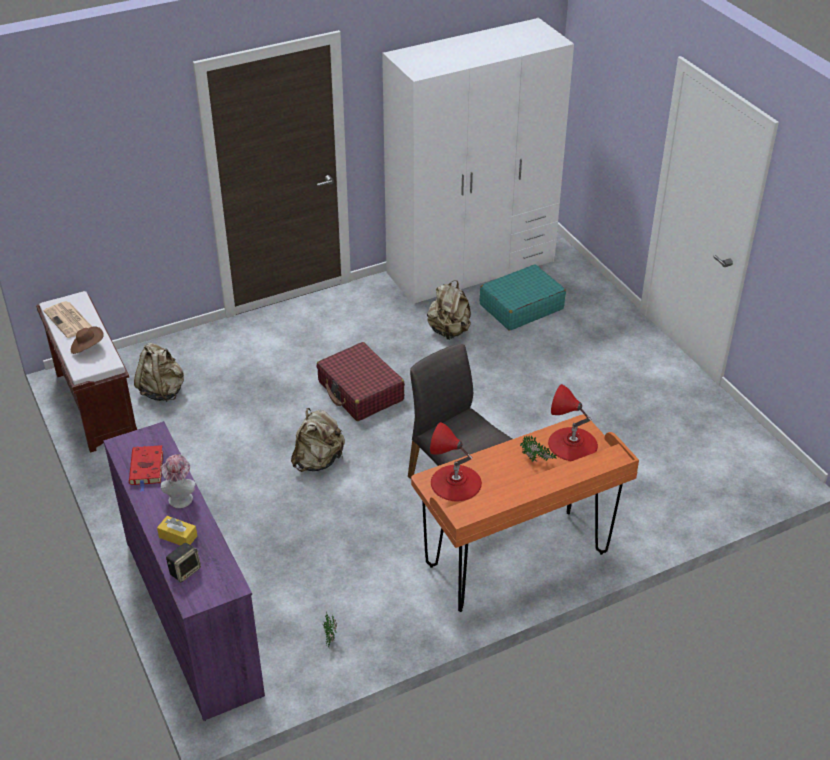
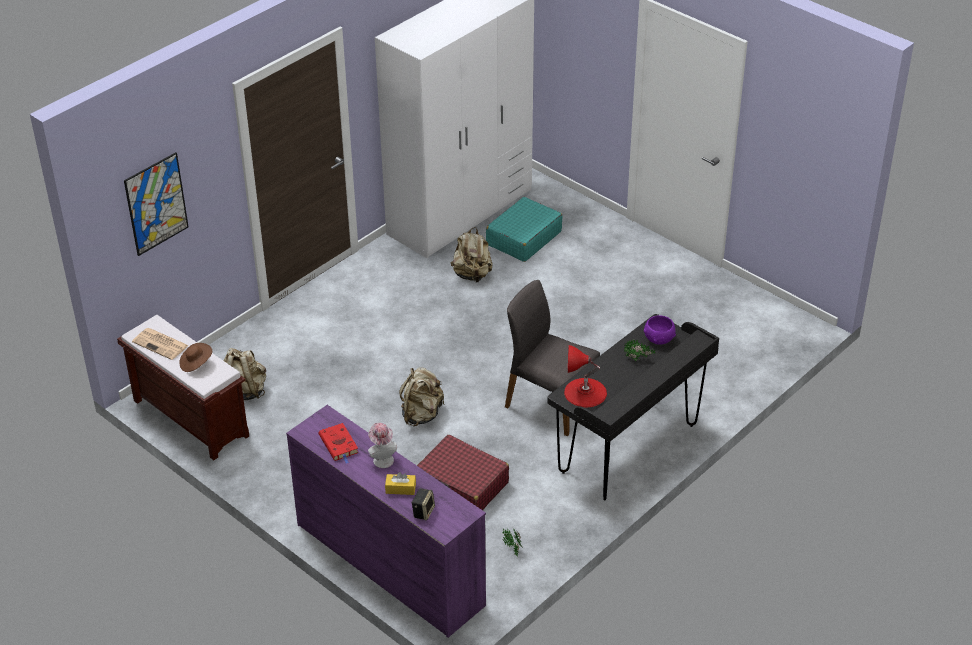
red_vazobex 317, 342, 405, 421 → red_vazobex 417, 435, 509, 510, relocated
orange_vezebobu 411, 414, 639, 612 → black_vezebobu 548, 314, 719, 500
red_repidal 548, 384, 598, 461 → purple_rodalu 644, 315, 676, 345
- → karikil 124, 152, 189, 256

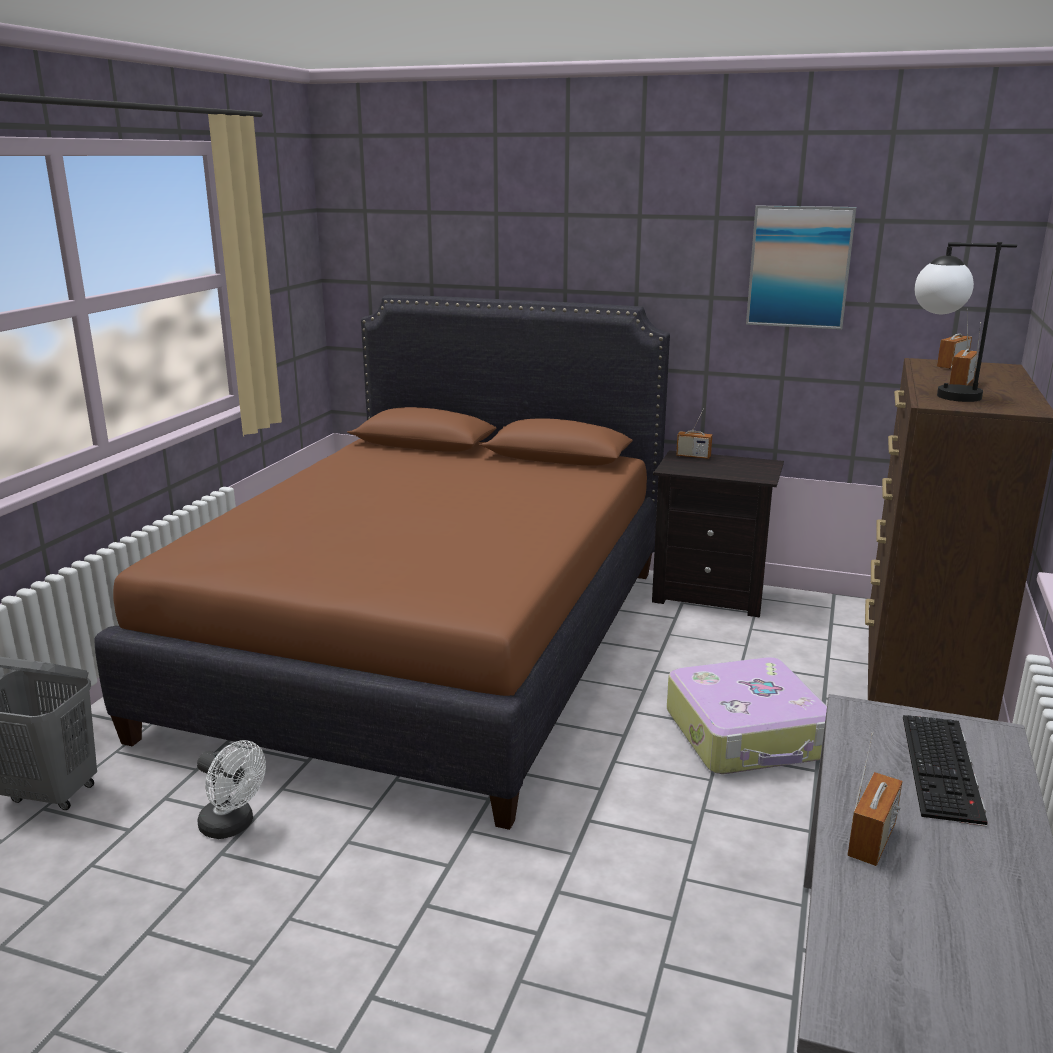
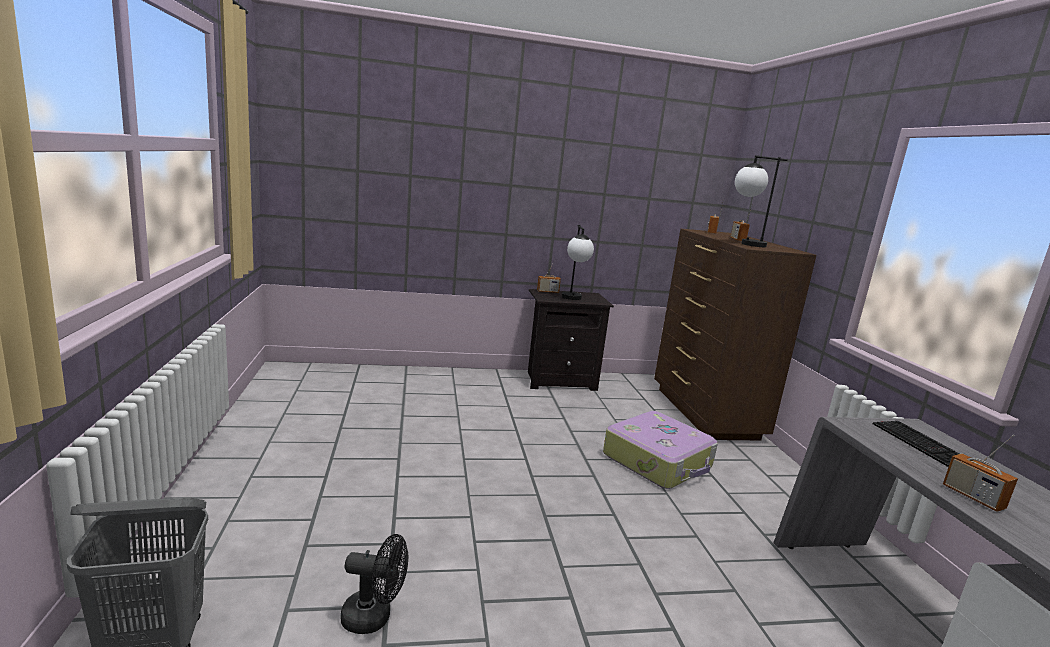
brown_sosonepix 94, 295, 670, 830 → -
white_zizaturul 197, 740, 266, 839 → black_zizaturul 341, 534, 408, 634
karikil 746, 205, 856, 329 → -
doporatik 847, 732, 902, 866 → doporatik 943, 435, 1018, 512, 150 degrees clockwise
- → repidal 562, 225, 594, 300

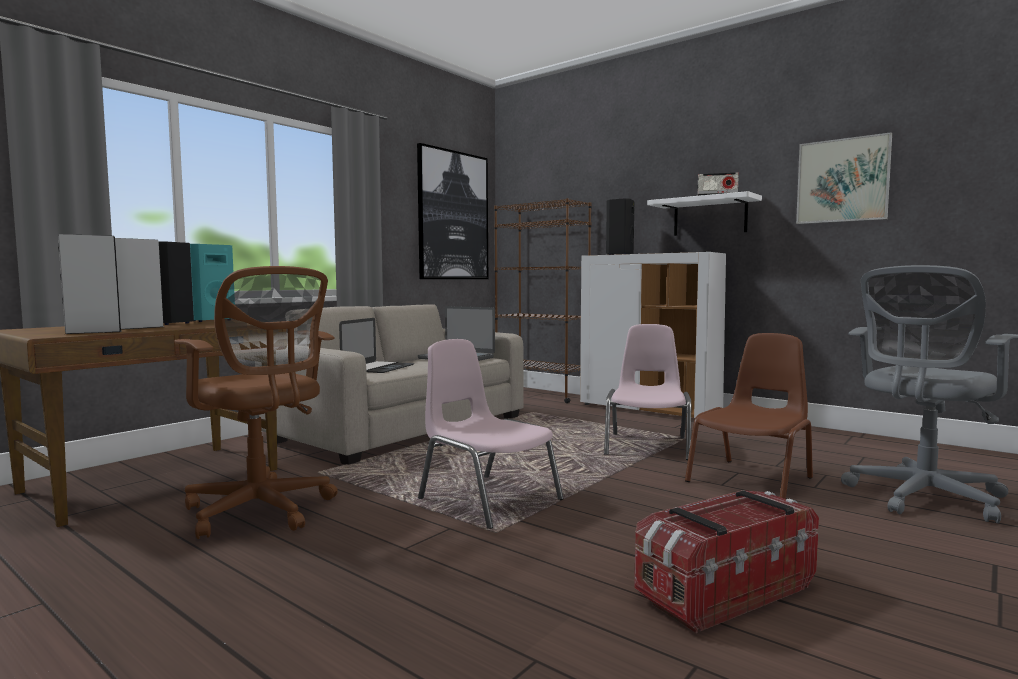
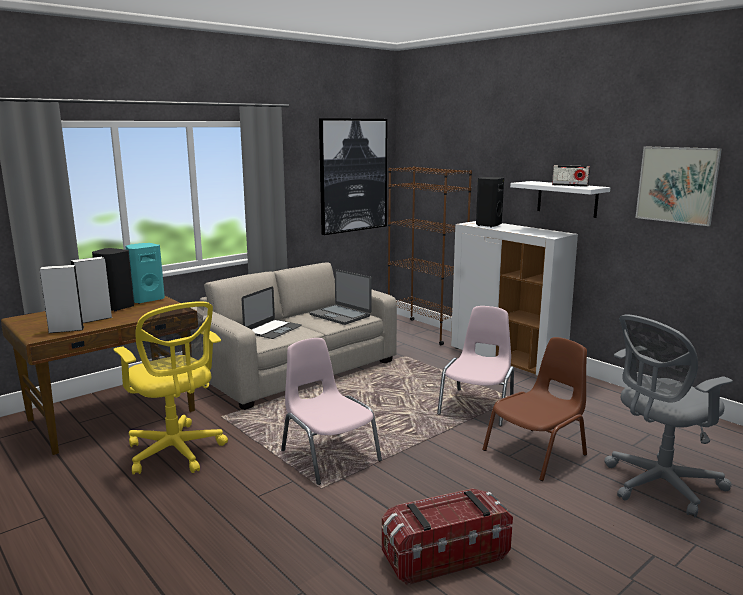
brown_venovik 174, 266, 338, 539 → yellow_venovik 114, 301, 228, 475

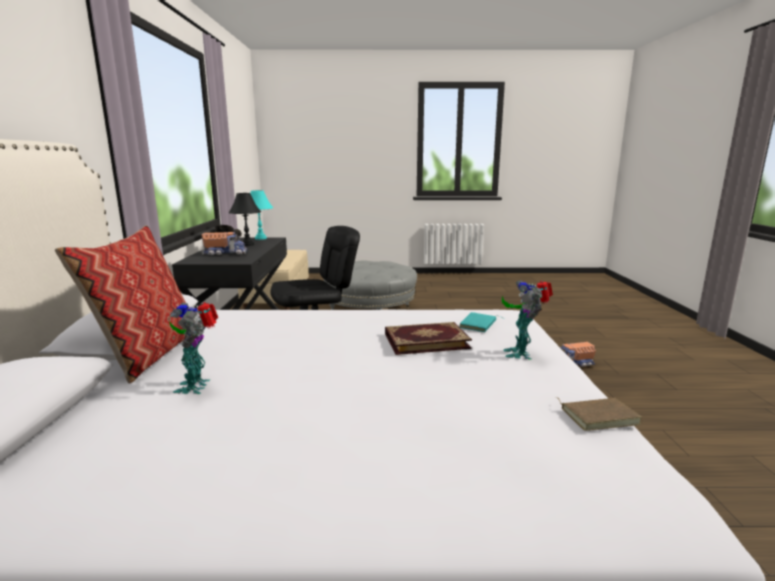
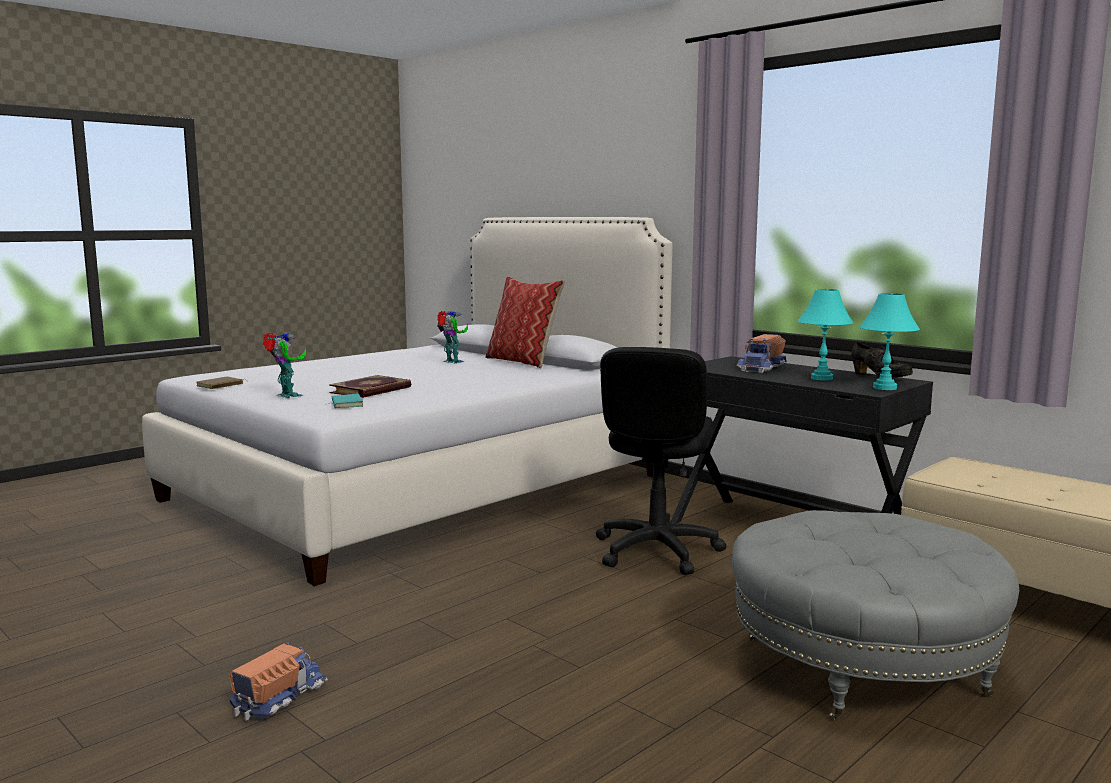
black_repidal 229, 193, 261, 246 → turquoise_repidal 797, 289, 853, 380

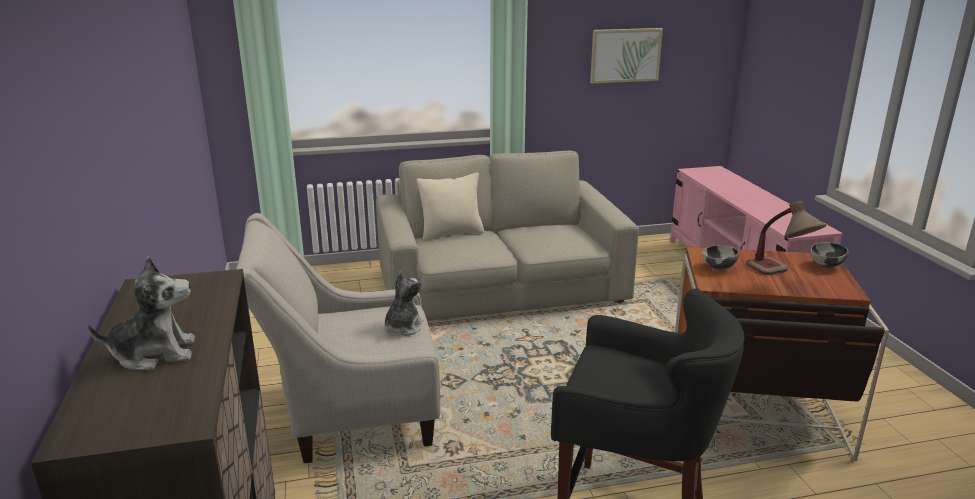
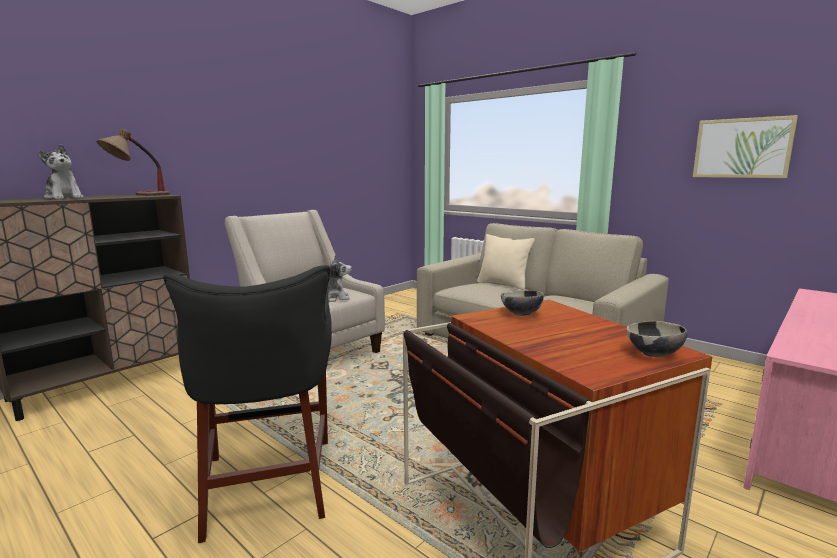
repidal 746, 201, 826, 275 → repidal 97, 129, 170, 196, relocated

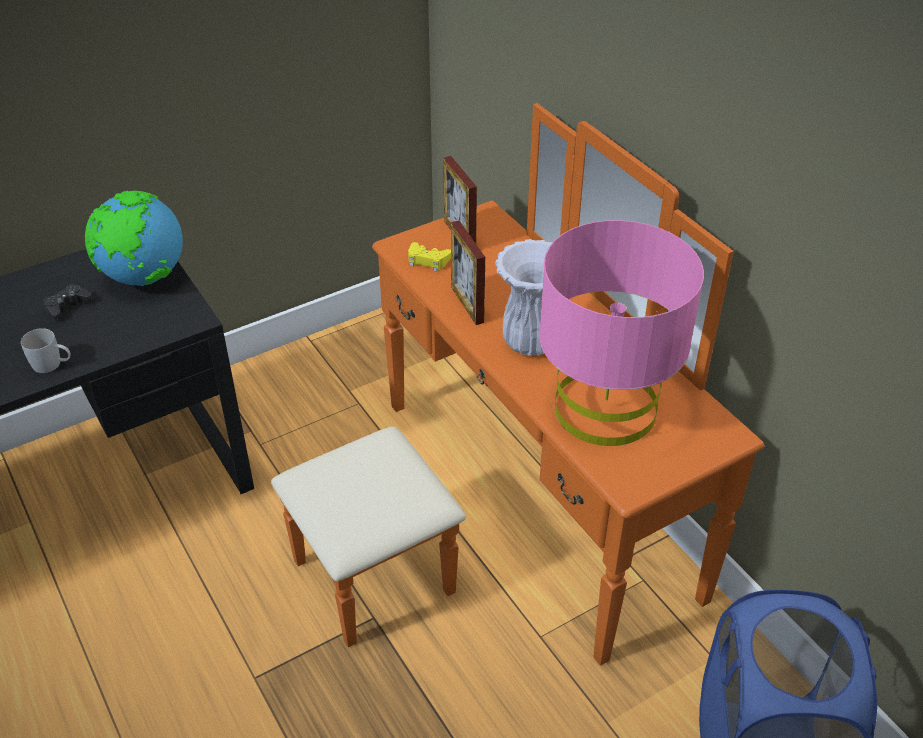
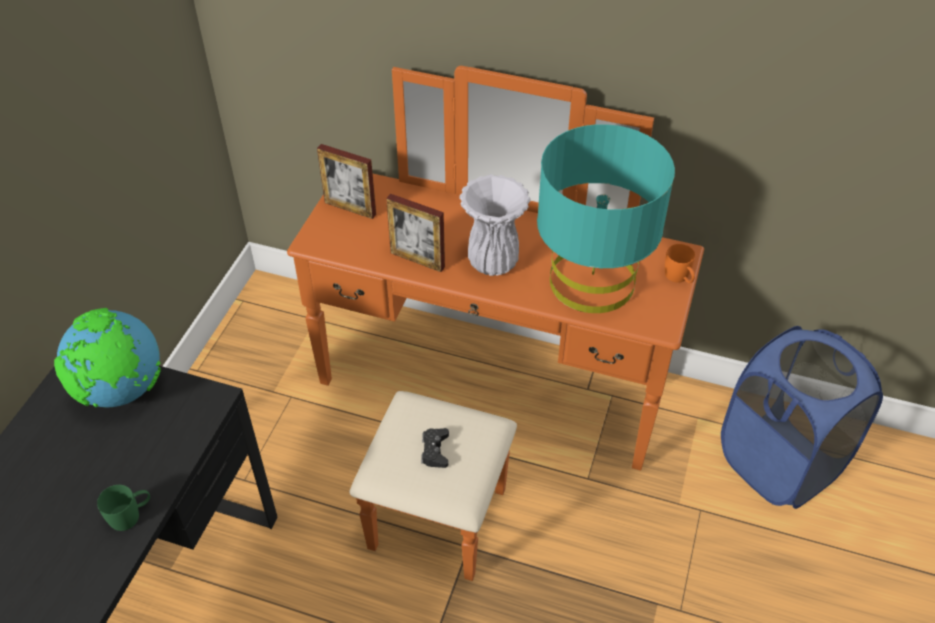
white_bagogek 21, 328, 71, 373 → green_bagogek 97, 485, 150, 531
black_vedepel 43, 284, 93, 321 → black_vedepel 421, 428, 449, 468, relocated
yellow_vedepel 408, 242, 451, 271 → -
pink_repidal 539, 220, 704, 446 → turquoise_repidal 537, 124, 675, 313
- → orange_bagogek 665, 244, 695, 283

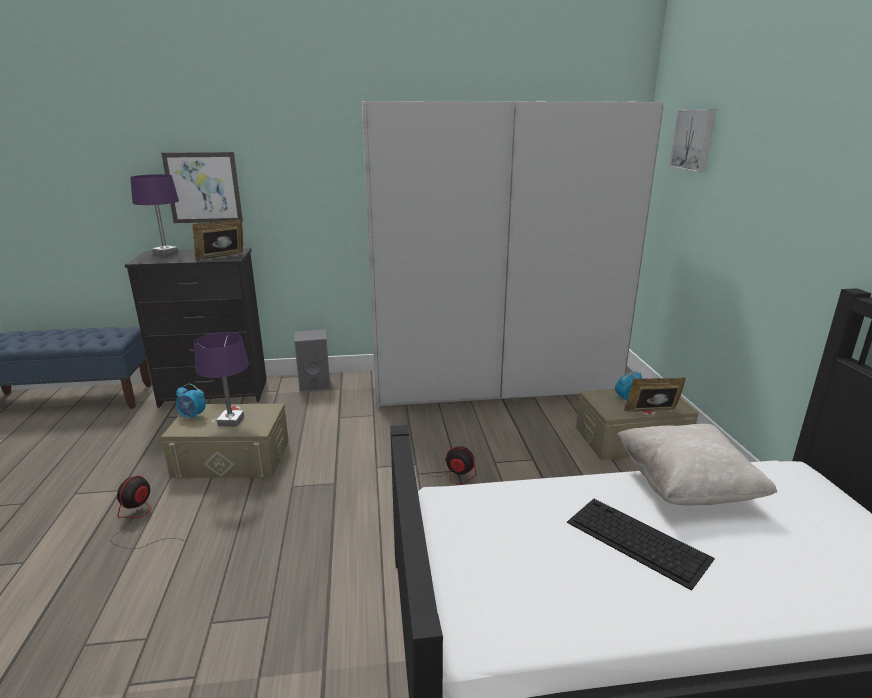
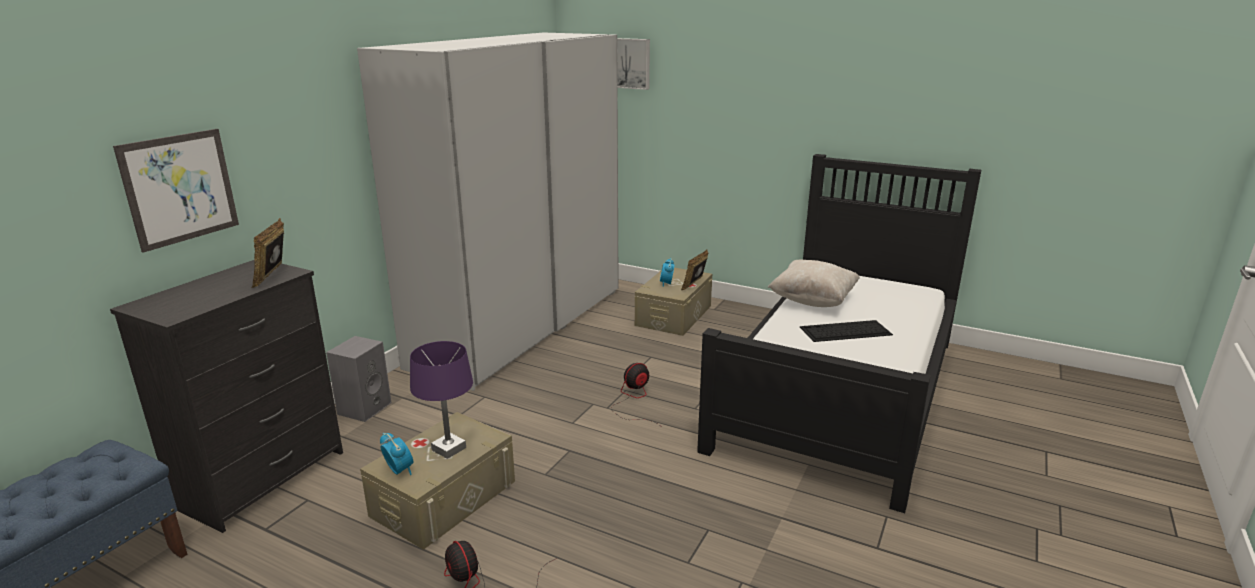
purple_repidal 130, 174, 179, 256 → -
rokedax 176, 384, 206, 420 → rokedax 380, 433, 413, 475, 90 degrees counterclockwise

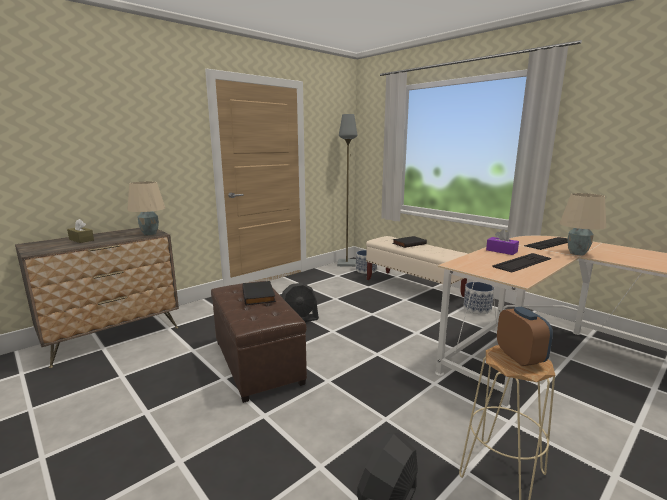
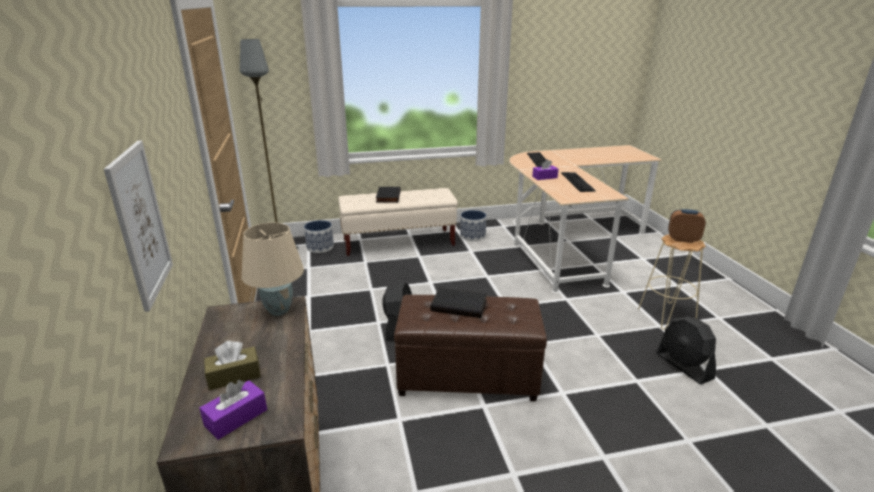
beige_repidal 559, 193, 606, 255 → -
- → karikil 104, 141, 173, 312
- → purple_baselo 199, 380, 267, 440

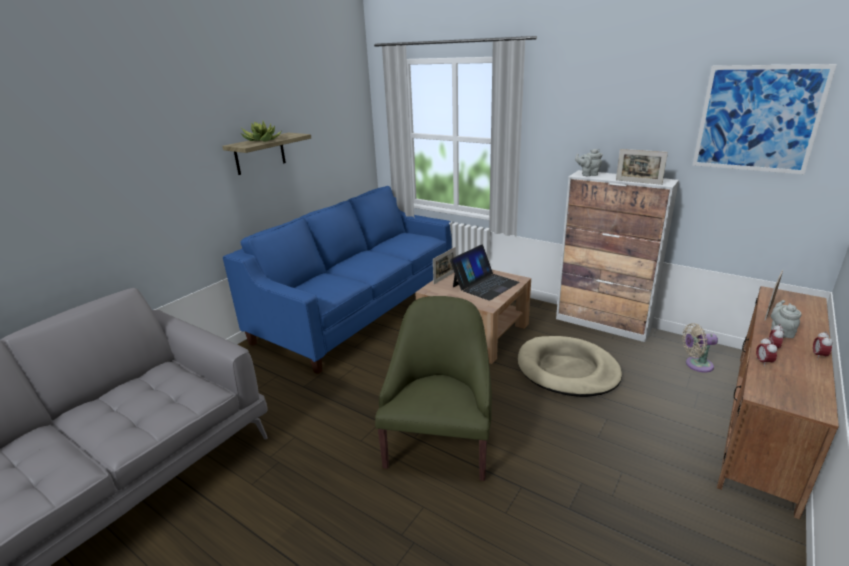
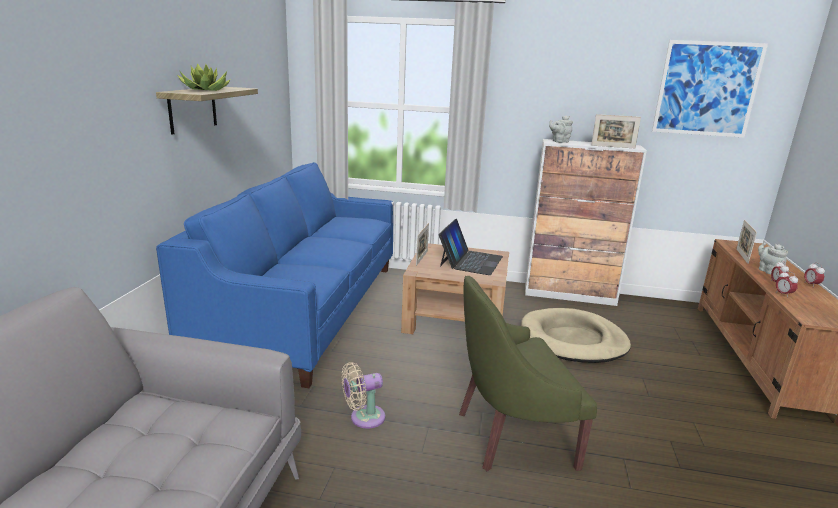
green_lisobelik 375, 296, 492, 481 → green_lisobelik 459, 276, 597, 471, 90 degrees counterclockwise
beige_zizaturul 682, 323, 718, 373 → beige_zizaturul 341, 362, 385, 429, relocated

